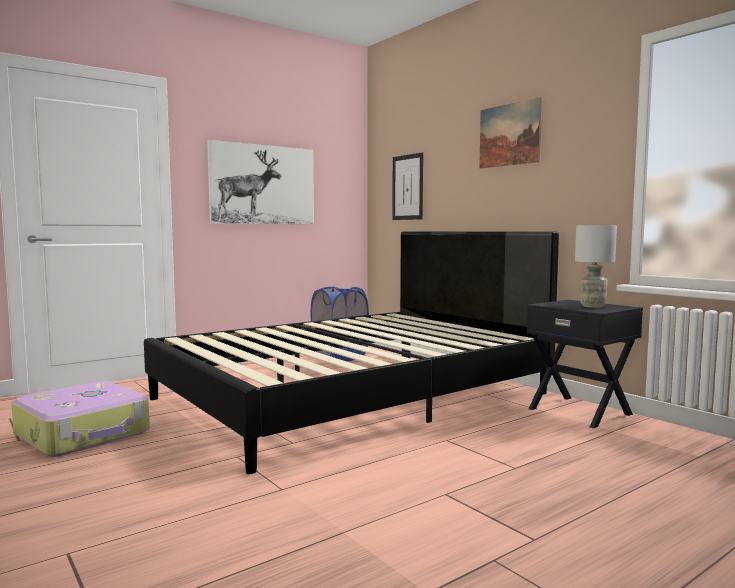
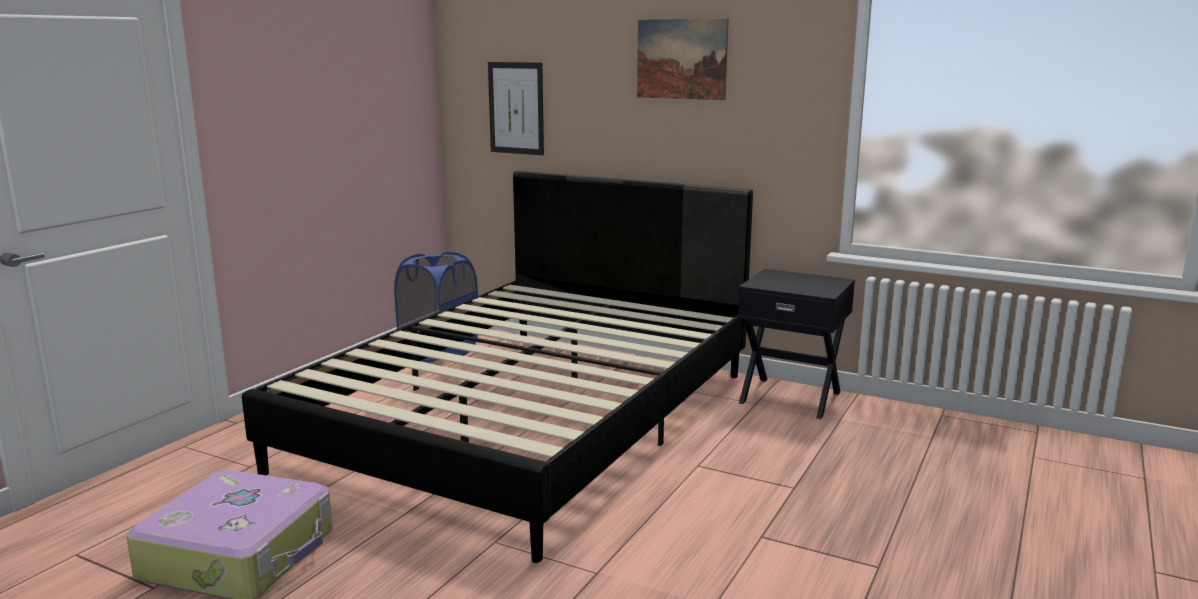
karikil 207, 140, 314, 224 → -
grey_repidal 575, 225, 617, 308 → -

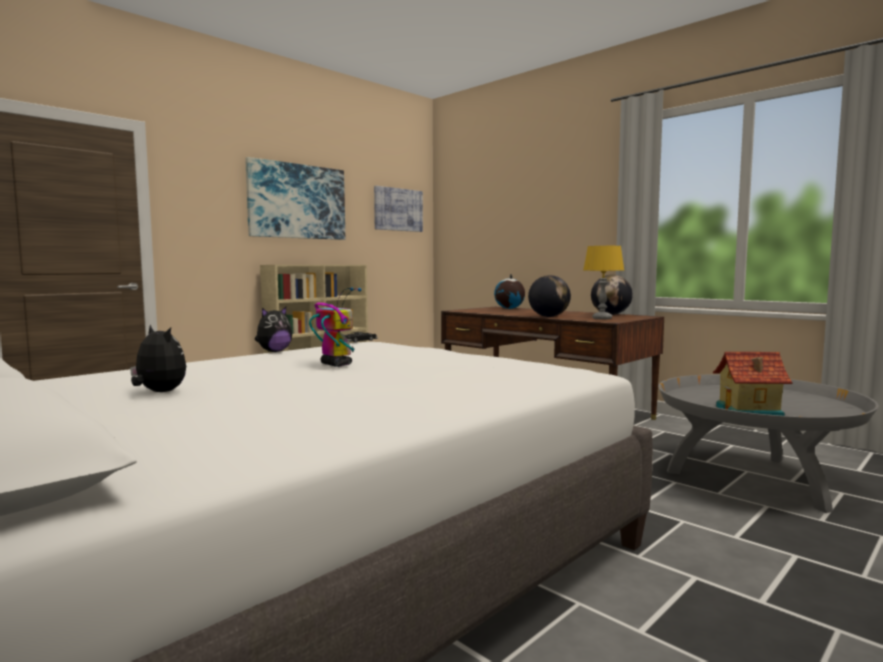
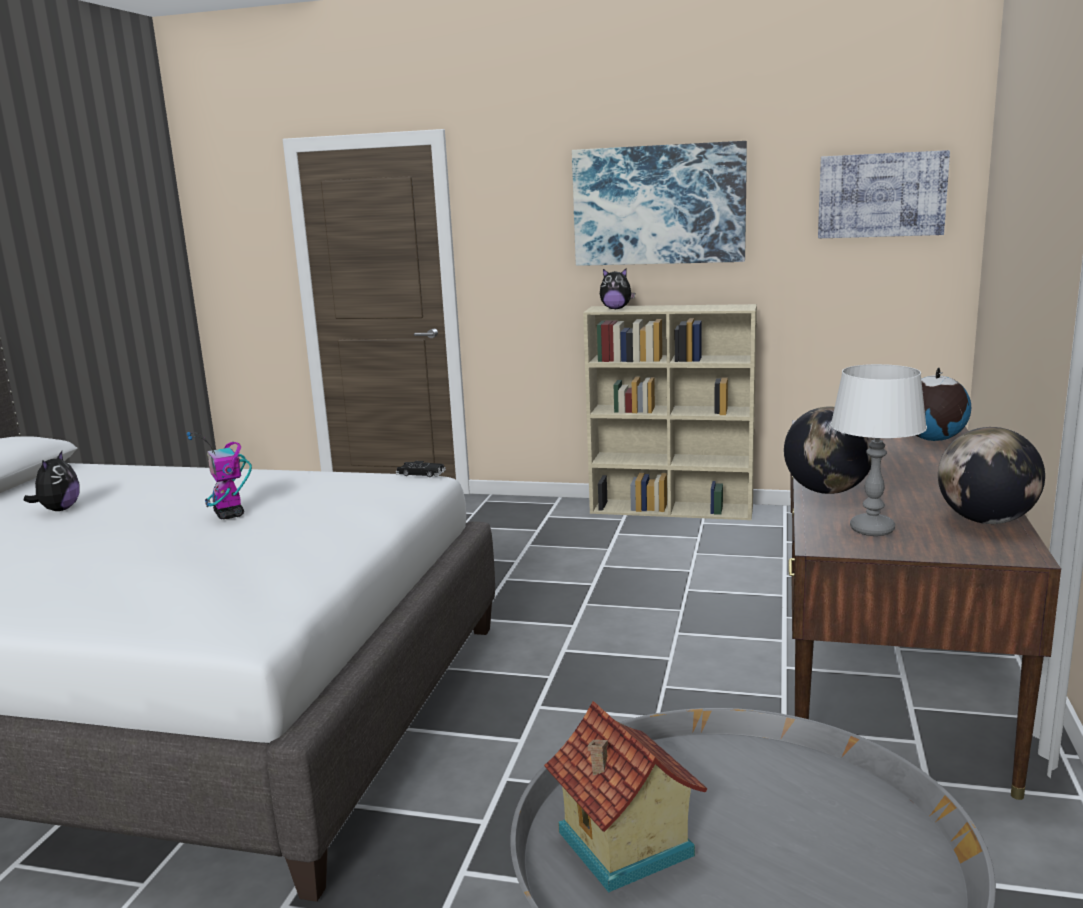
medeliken 255, 307, 293, 352 → medeliken 600, 268, 635, 309, relocated
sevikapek 309, 287, 361, 367 → sevikapek 186, 432, 252, 519, 135 degrees clockwise
yellow_repidal 583, 246, 624, 319 → white_repidal 830, 364, 927, 536

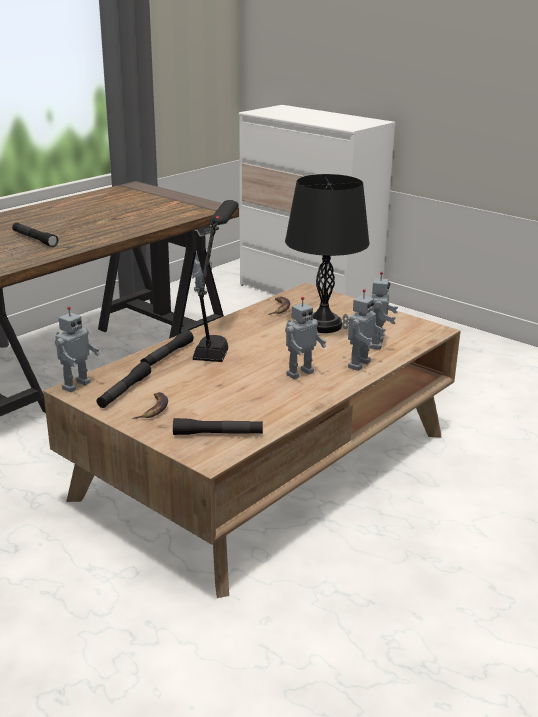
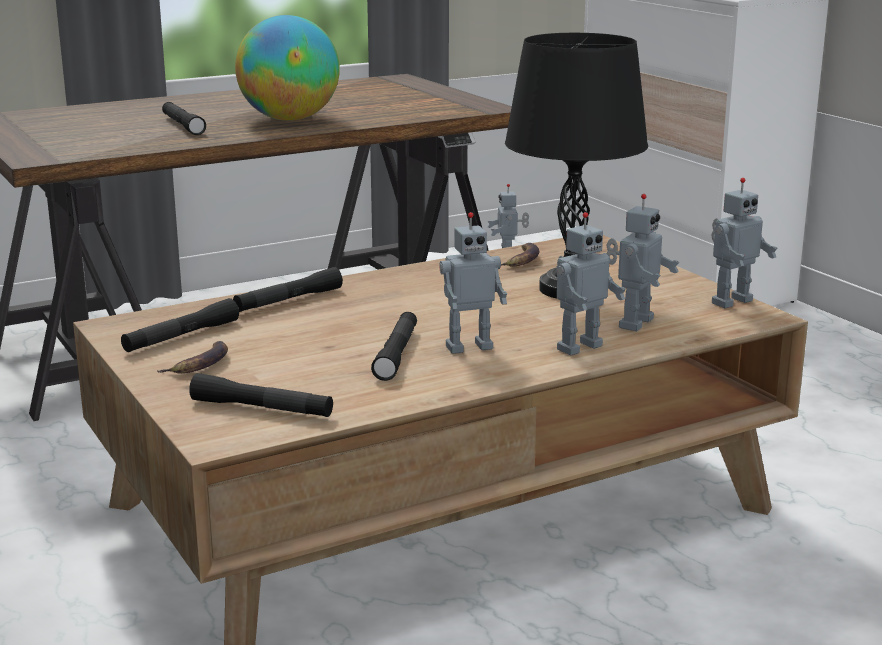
sevikapek 55, 306, 100, 392 → sevikapek 712, 178, 777, 308, relocated
black_repidal 193, 200, 239, 362 → -
- → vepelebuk 235, 15, 340, 121
- → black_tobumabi 371, 312, 417, 381

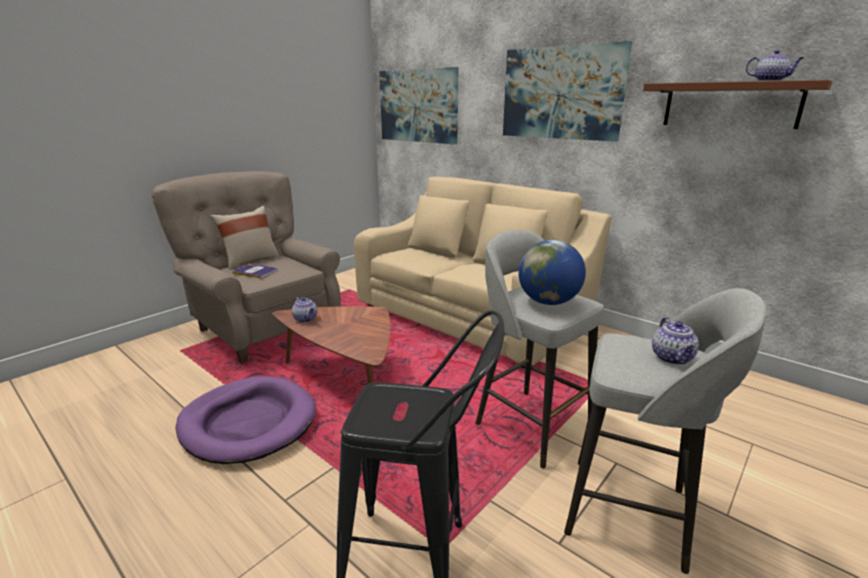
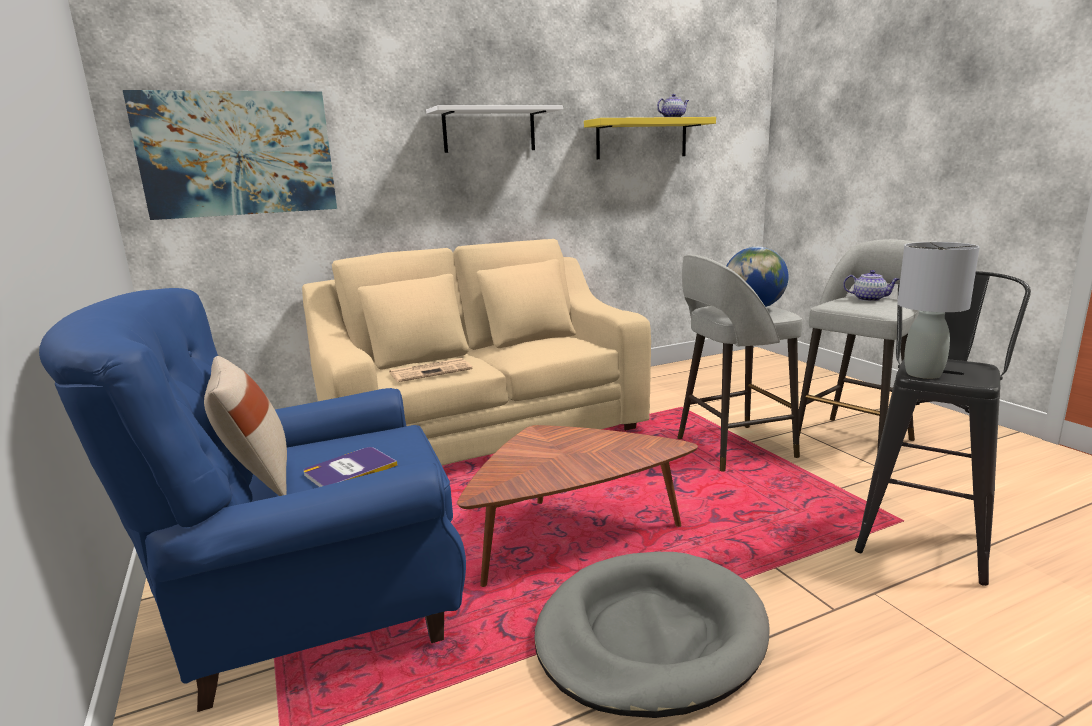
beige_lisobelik 151, 171, 341, 364 → blue_lisobelik 39, 288, 466, 712
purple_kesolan 176, 376, 316, 464 → grey_kesolan 534, 552, 770, 718
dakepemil 292, 297, 317, 323 → -
karikil 503, 41, 632, 142 → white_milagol 426, 105, 563, 153
brown_milagol 643, 80, 832, 129 → yellow_milagol 584, 117, 716, 159
- → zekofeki 389, 358, 472, 382
- → grey_repidal 897, 242, 980, 379

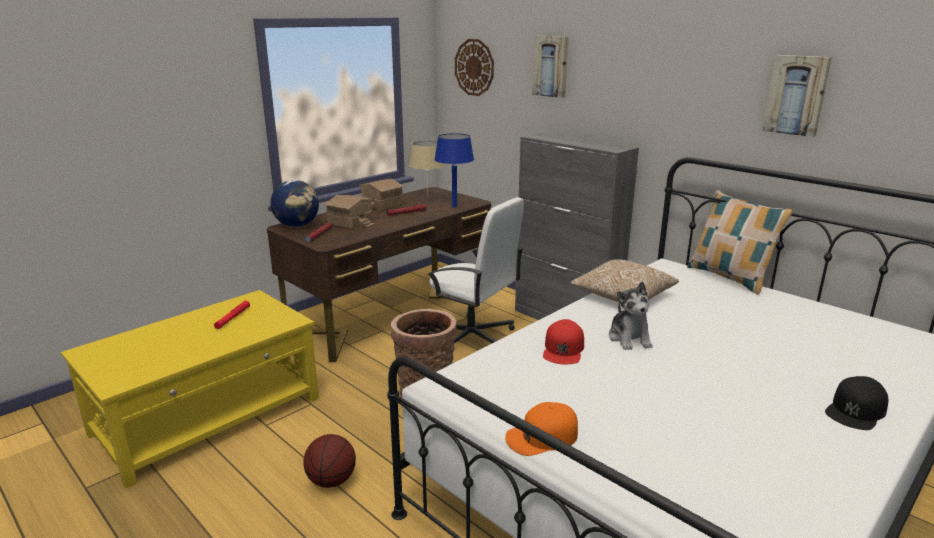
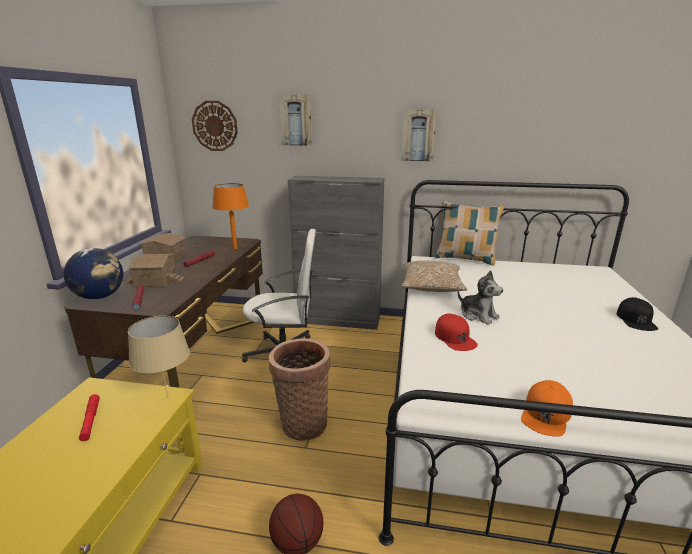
beige_repidal 409, 141, 445, 190 → beige_repidal 128, 316, 190, 399, relocated
blue_repidal 434, 133, 474, 208 → orange_repidal 212, 183, 249, 249
karikil 762, 55, 832, 137 → karikil 401, 110, 437, 161, relocated

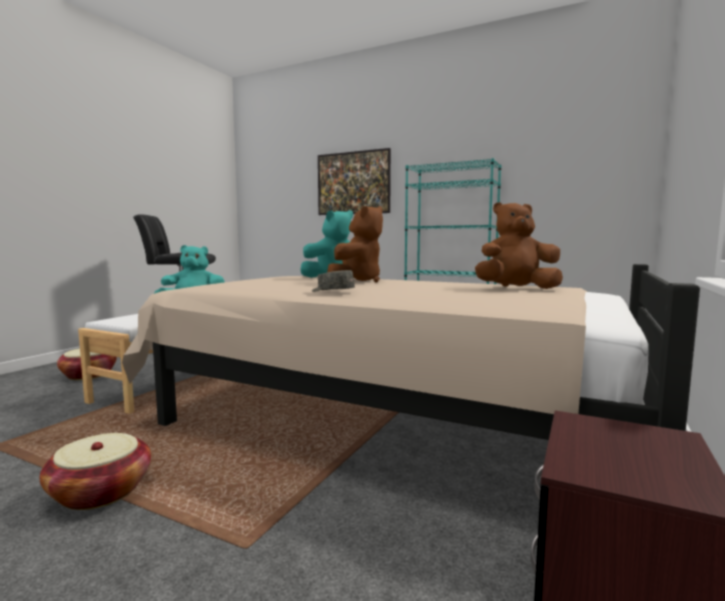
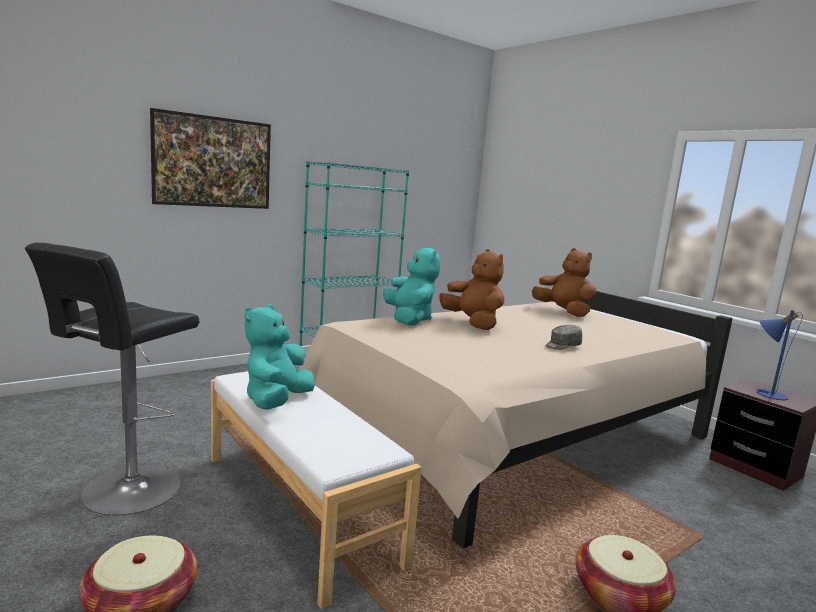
brown_medeliken 475, 202, 563, 289 → brown_medeliken 532, 248, 596, 317, 120 degrees clockwise
- → blue_repidal 756, 310, 803, 400

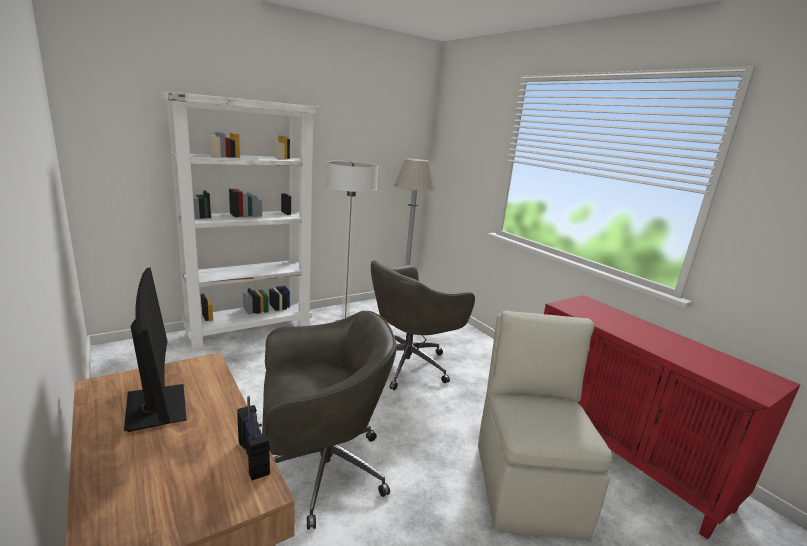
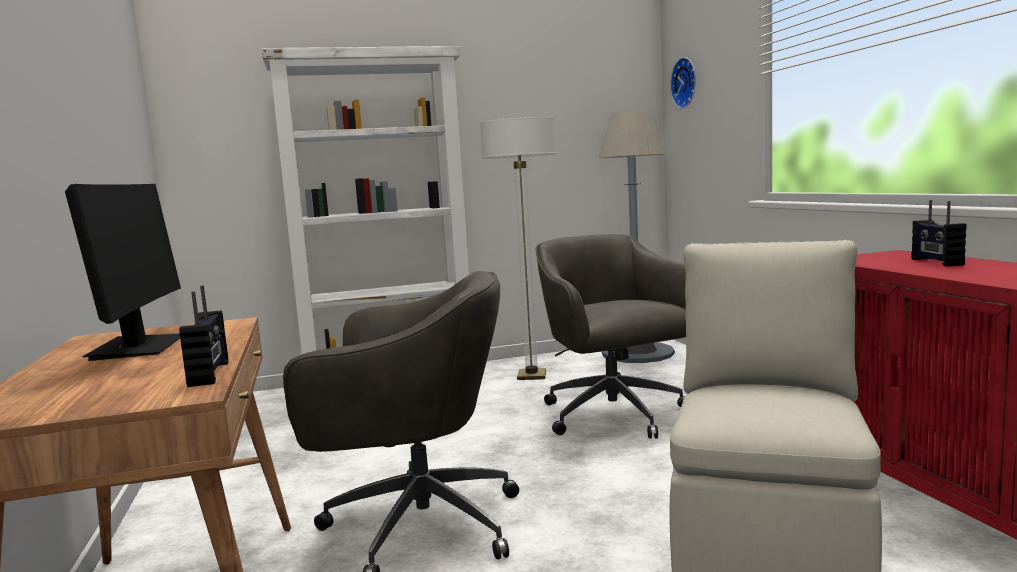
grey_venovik 371, 260, 475, 390 → grey_venovik 536, 234, 686, 439, 90 degrees clockwise
- → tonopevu 670, 57, 696, 108
- → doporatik 911, 200, 967, 266

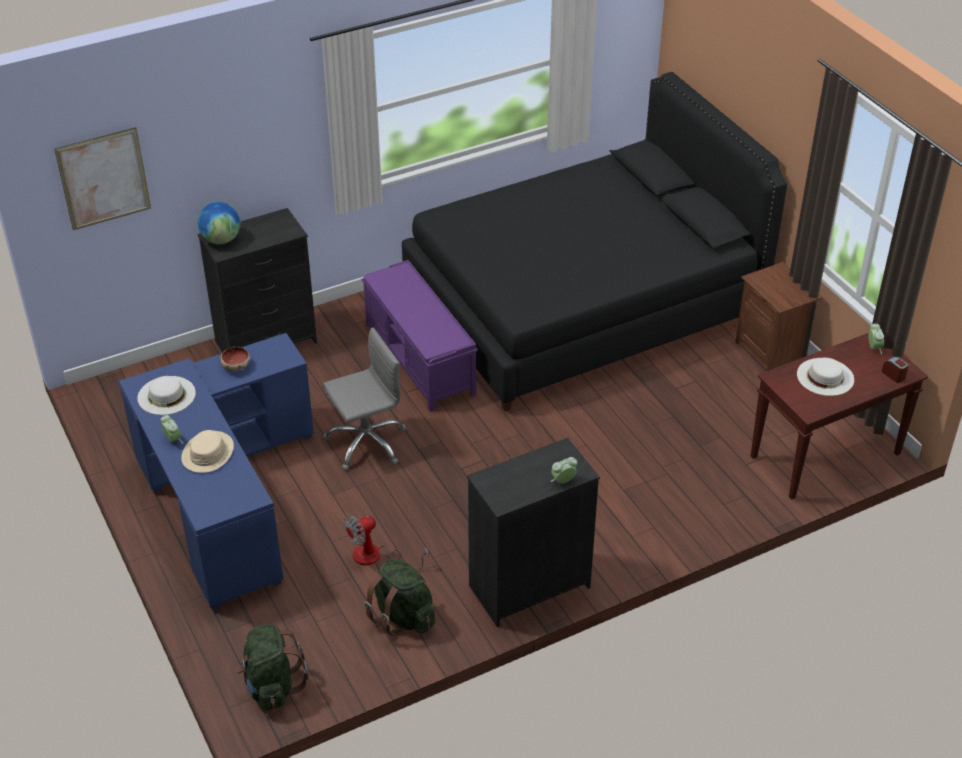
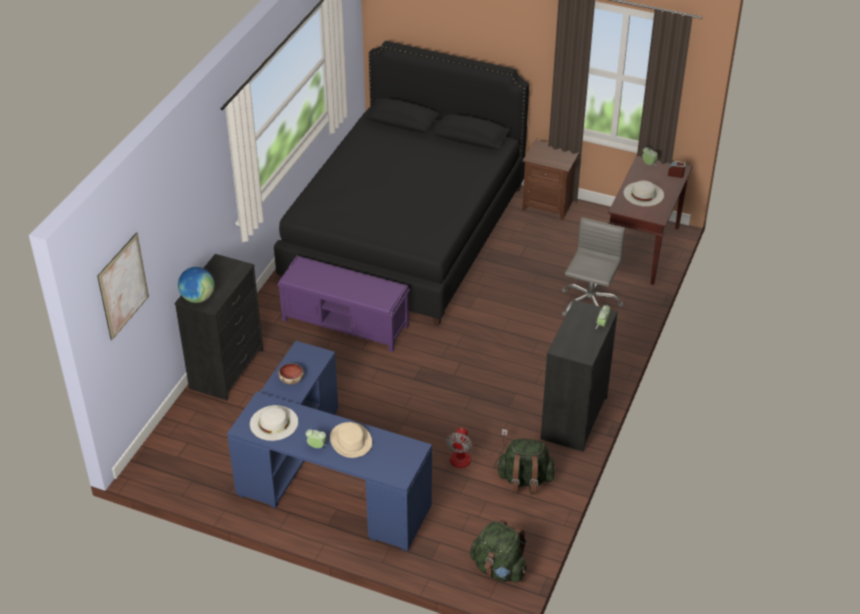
grey_venovik 322, 327, 407, 471 → grey_venovik 562, 217, 625, 317, relocated

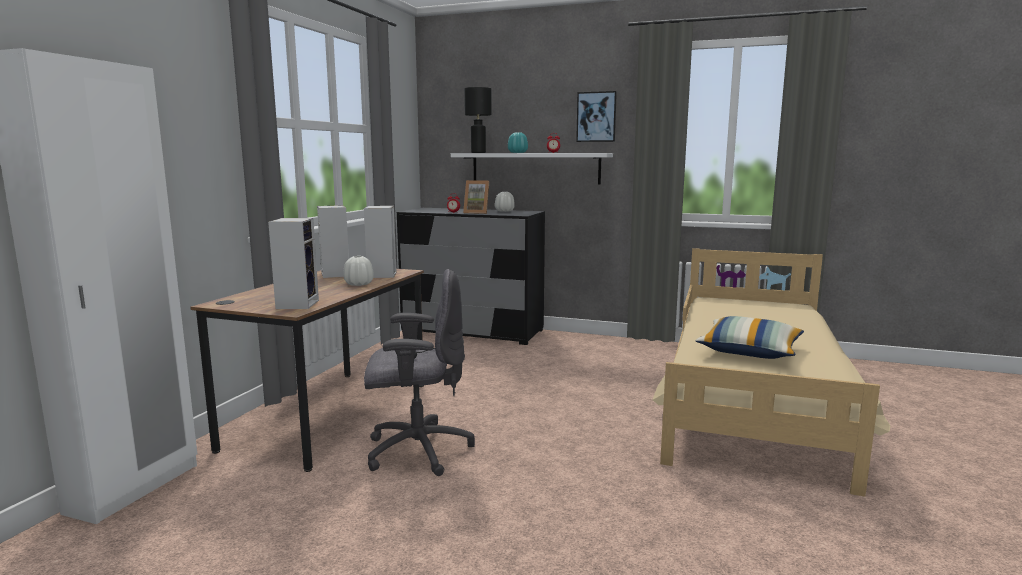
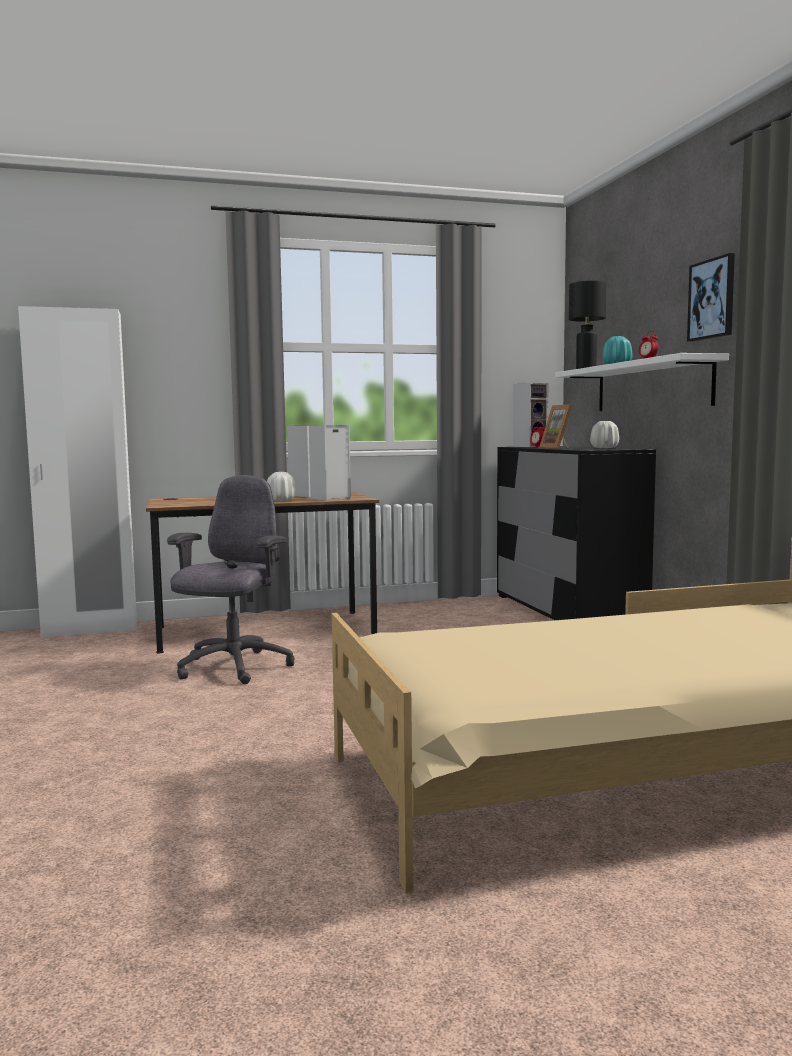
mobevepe 268, 218, 319, 309 → mobevepe 513, 383, 548, 447, relocated
grey_venovik 364, 269, 475, 476 → grey_venovik 167, 475, 295, 684, 120 degrees counterclockwise
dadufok 695, 316, 804, 359 → -

